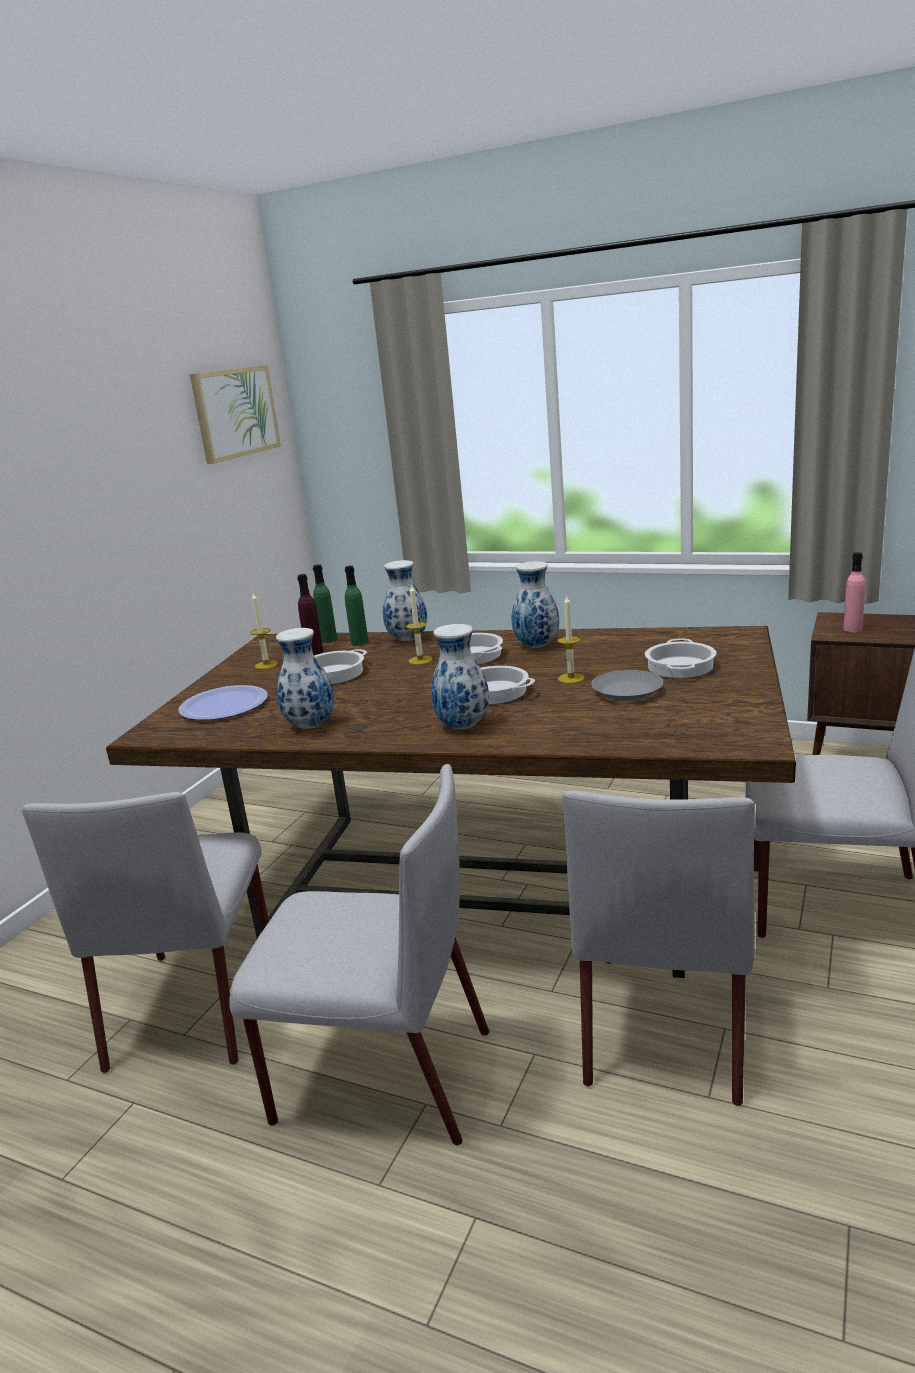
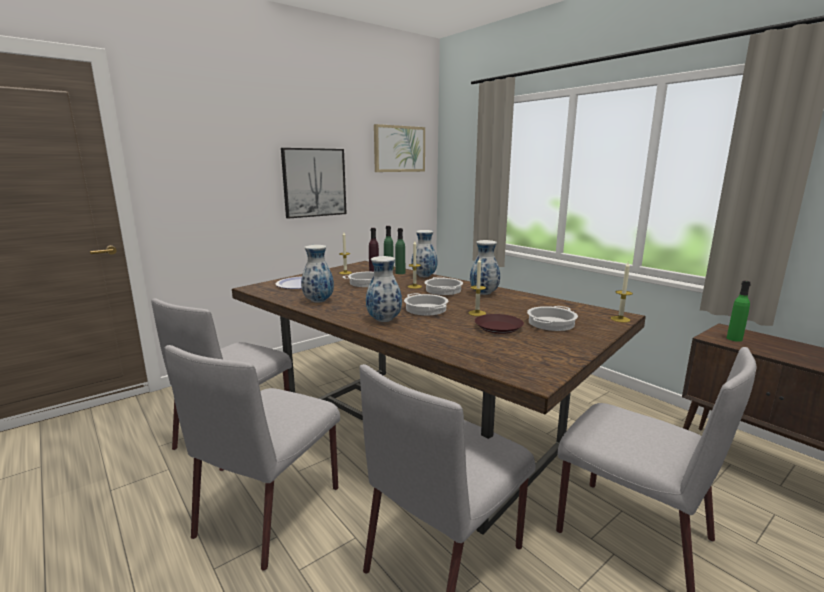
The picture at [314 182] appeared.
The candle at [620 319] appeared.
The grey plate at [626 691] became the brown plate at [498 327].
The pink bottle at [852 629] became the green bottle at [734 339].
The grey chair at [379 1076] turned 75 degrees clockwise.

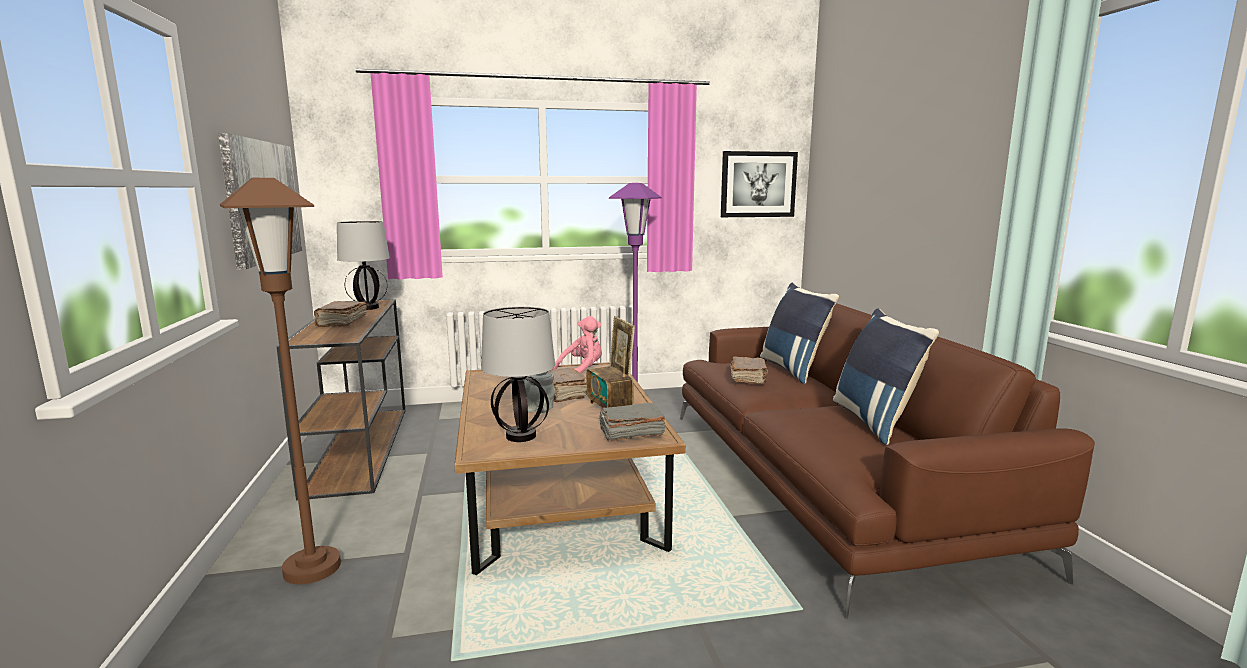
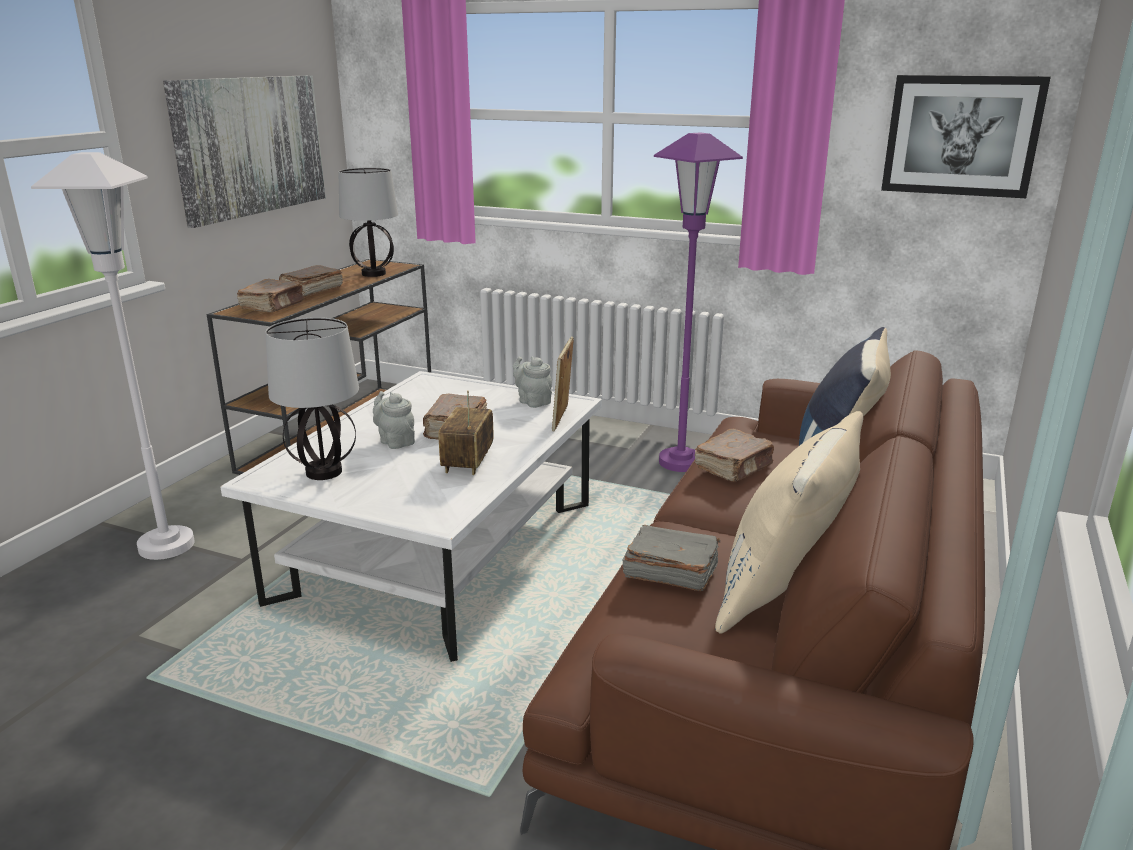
The brown book at [273 306] appeared.
The grey book moved from [630 433] to [669 572].
The pink plush toy at [582 370] was replaced by the grey teapot at [532 401].
The brown floor lamp at [312 568] became the white floor lamp at [166 545].
The brown coffee table at [559 496] became the white coffee table at [439 551].
The blue pillow at [876 421] became the beige pillow at [783 593].

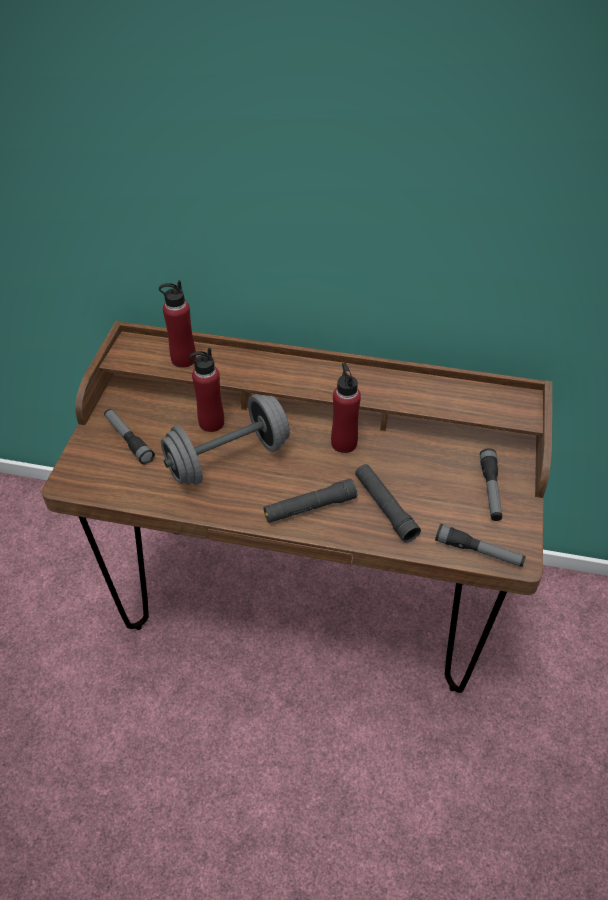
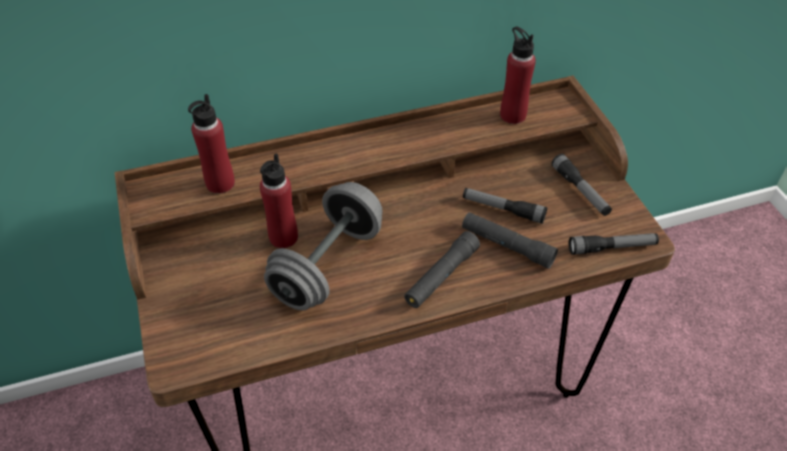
The flashlight moved from [128 440] to [503 209].
The red bottle moved from [344 443] to [512 115].

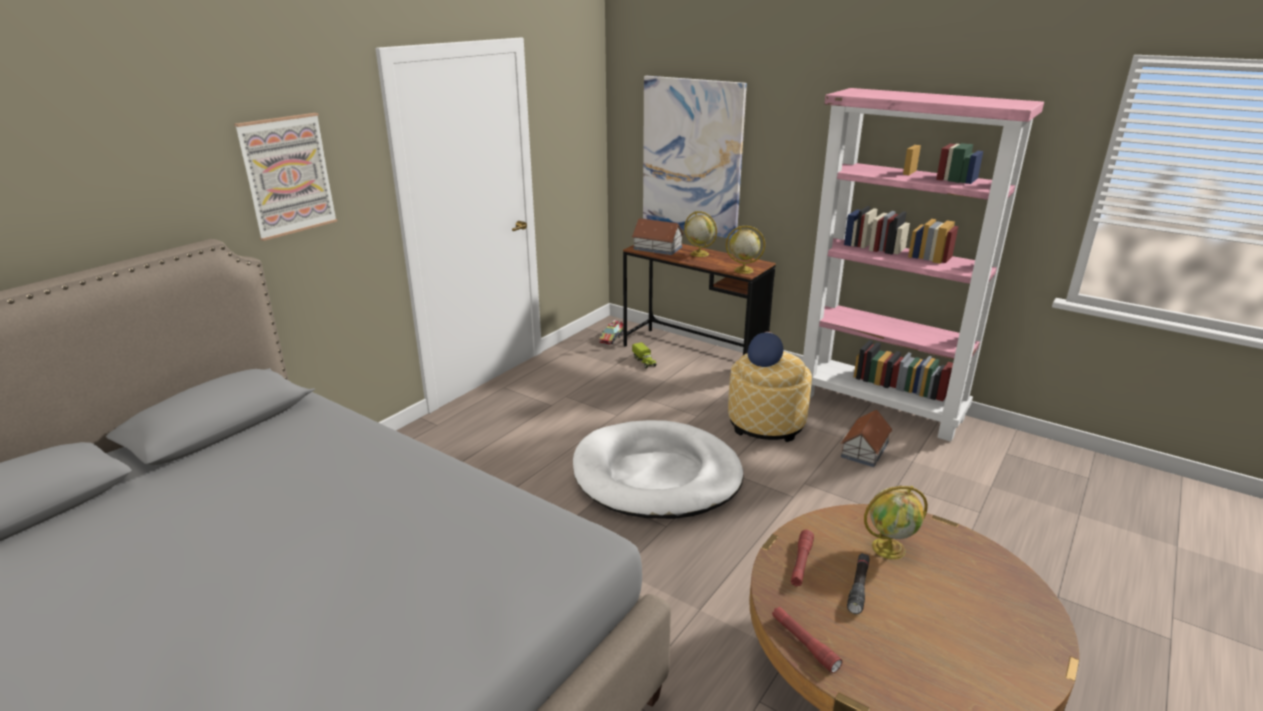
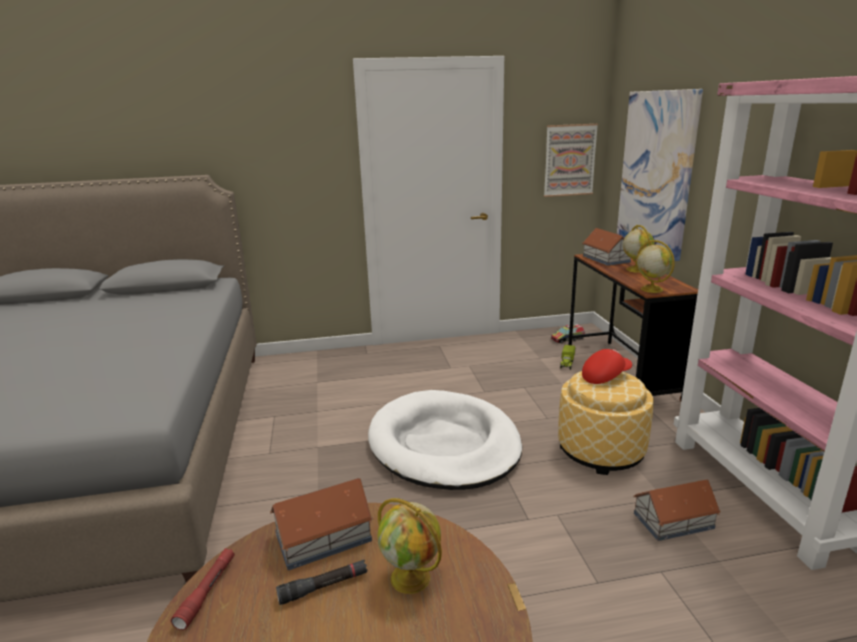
The picture moved from [287 175] to [569 160].
The red flashlight at [801 563] was replaced by the toy house at [322 537].
The blue cap at [764 357] became the red cap at [605 376].

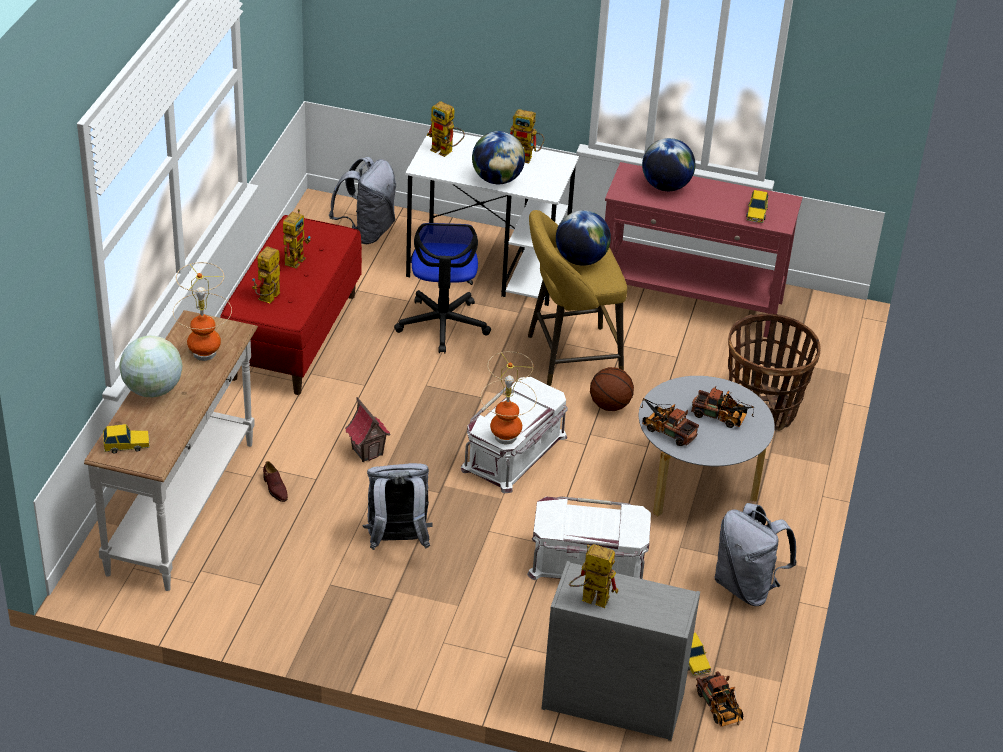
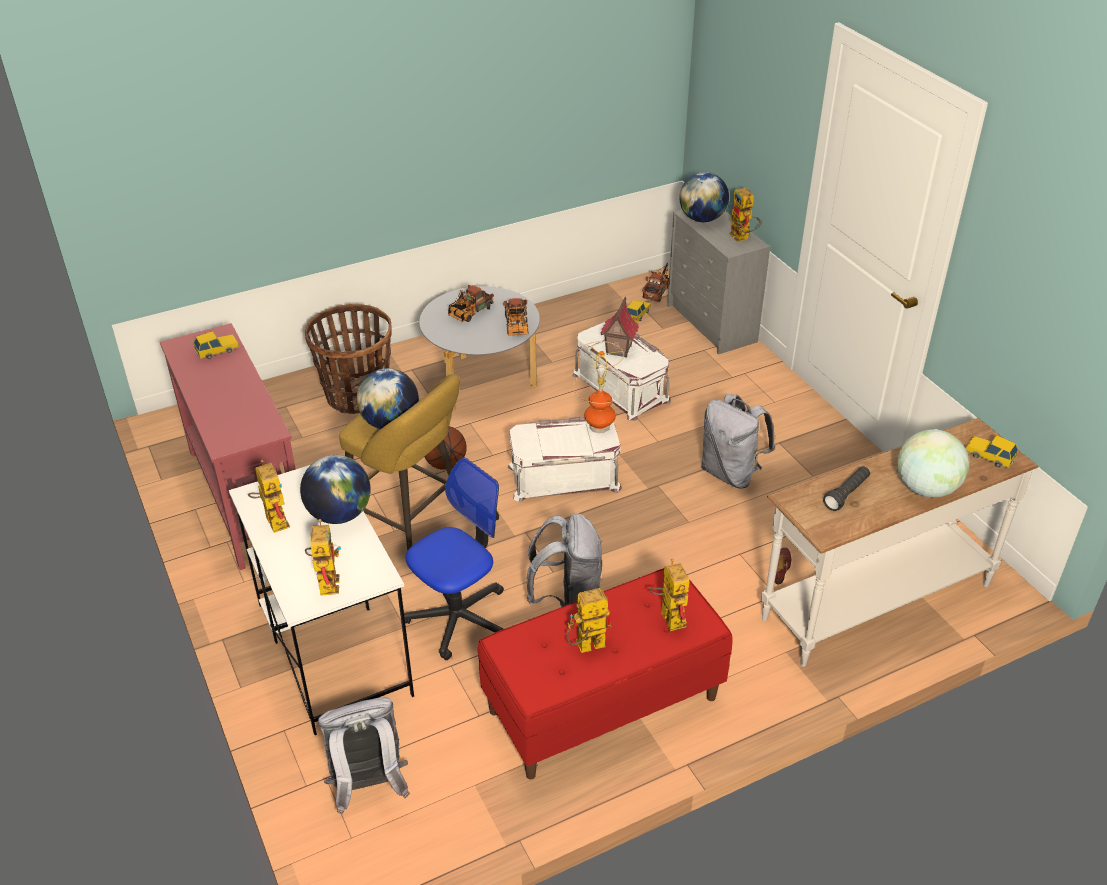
The toy house moved from [368 451] to [618 350].
The globe moved from [666 186] to [702 219].
The grey backpack moved from [747 587] to [567 600].
The table lamp at [204 353] was replaced by the black flashlight at [846 494].
The toy robot at [268 300] turned 90 degrees counterclockwise.
The toy truck at [722 417] turned 120 degrees counterclockwise.

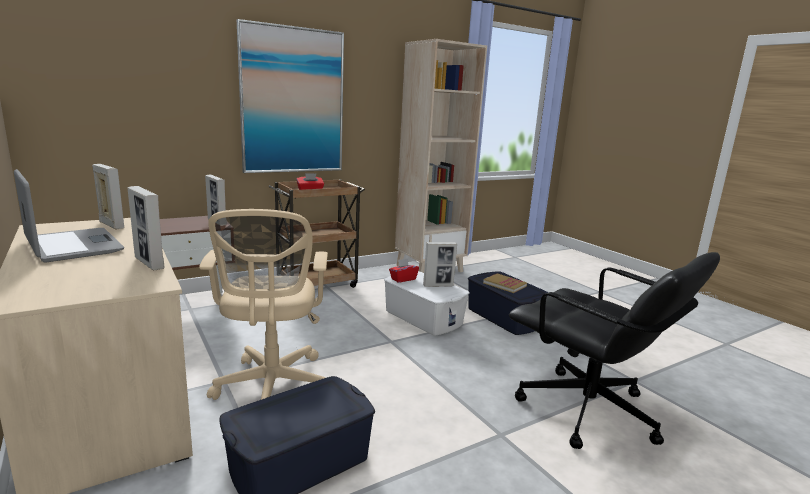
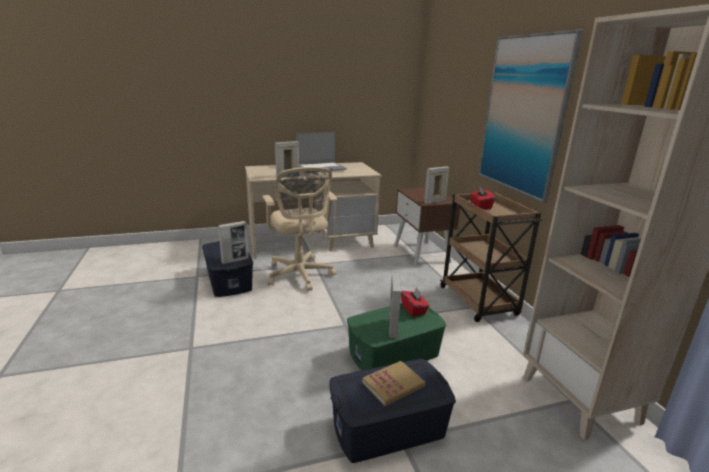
The black office chair at [588 412] disappeared.
The picture frame moved from [111 225] to [235 260].
The white storage box at [423 317] became the green storage box at [394 354].
The beige office chair at [271 388] turned 120 degrees counterclockwise.

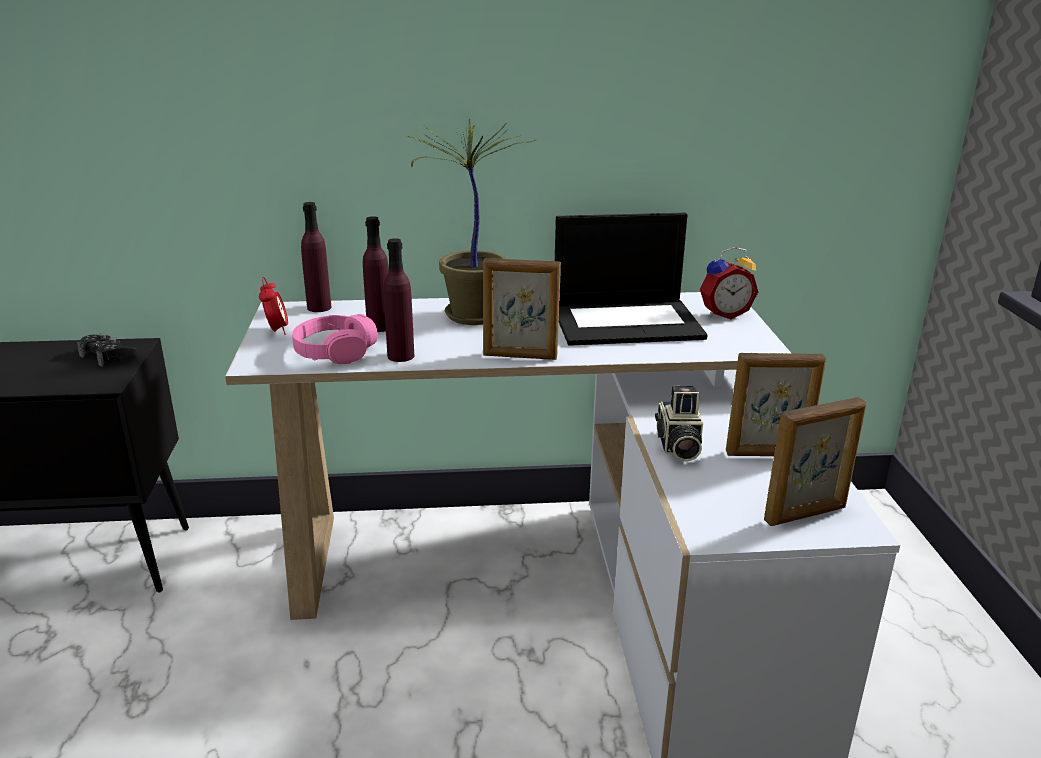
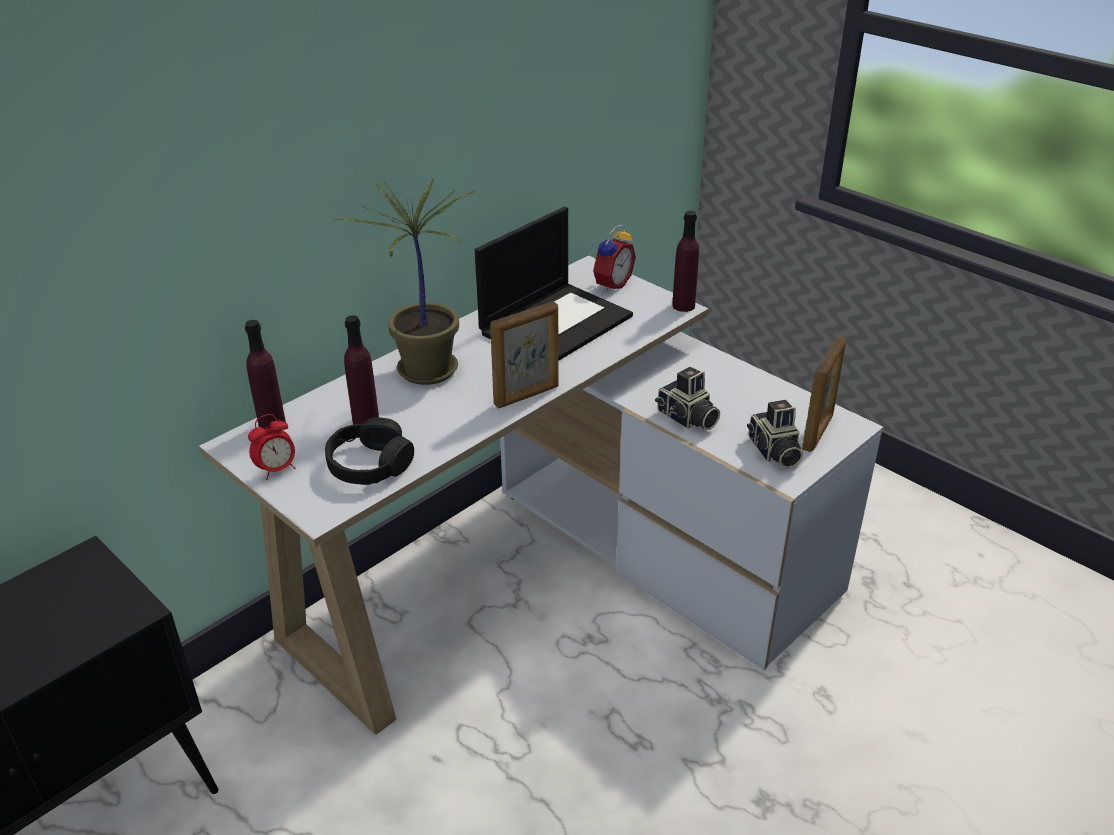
The black game controller at [108 356] disappeared.
The picture frame at [767 454] disappeared.
The photo camera at [773 452] appeared.
The purple bottle moved from [400 356] to [683 306].
The pink headphones at [335 351] became the black headphones at [370 464].
The alarm clock at [276 331] turned 105 degrees clockwise.

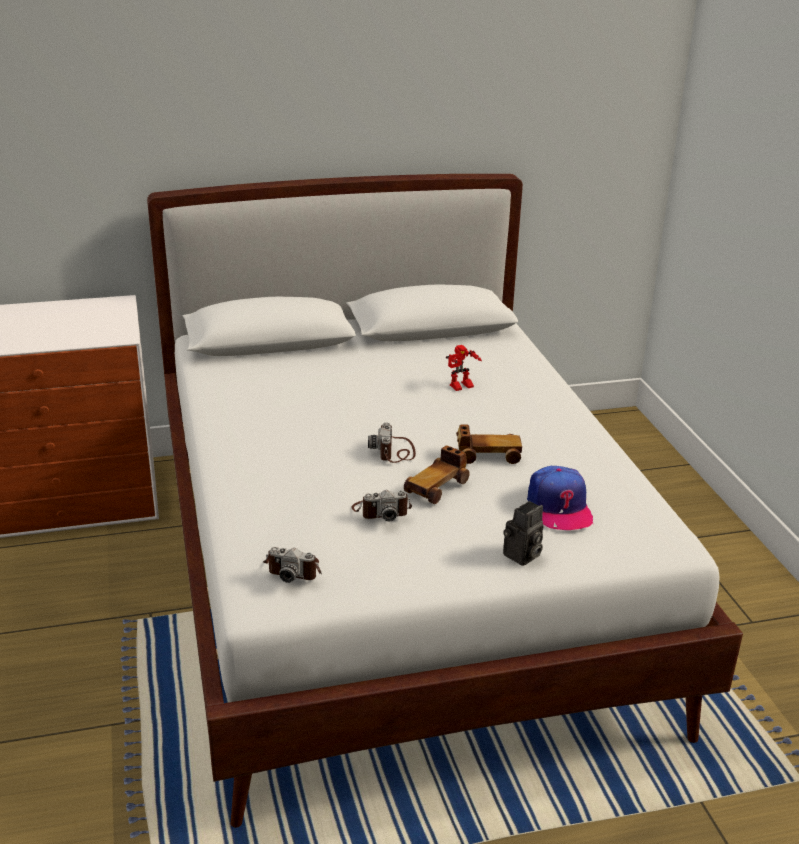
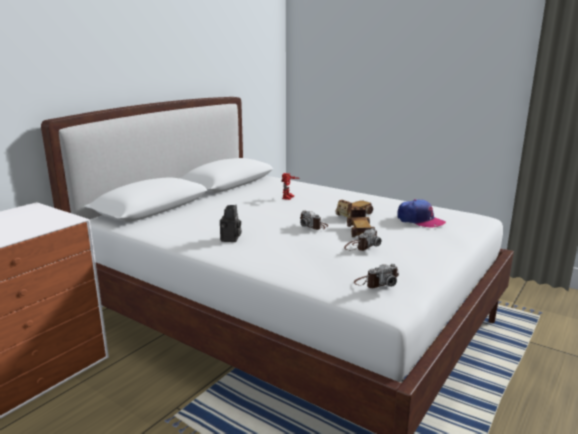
The photo camera moved from [522 556] to [231 239].

